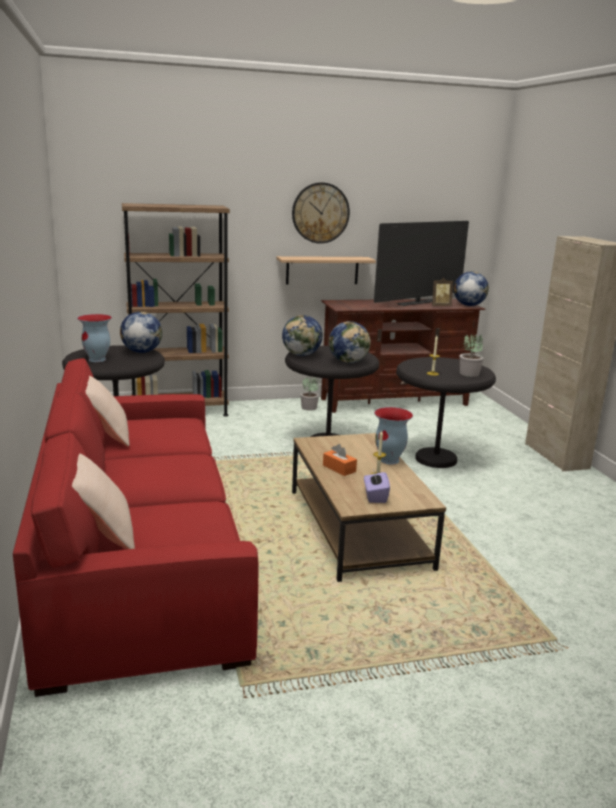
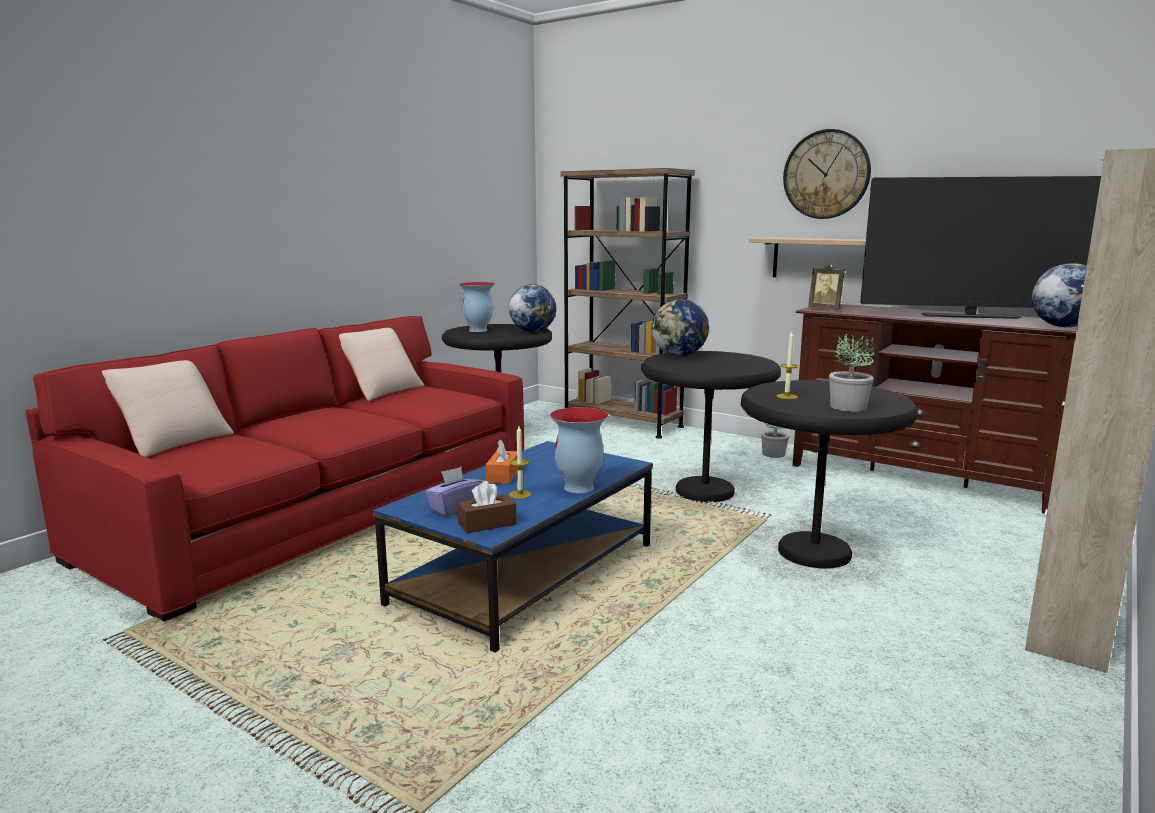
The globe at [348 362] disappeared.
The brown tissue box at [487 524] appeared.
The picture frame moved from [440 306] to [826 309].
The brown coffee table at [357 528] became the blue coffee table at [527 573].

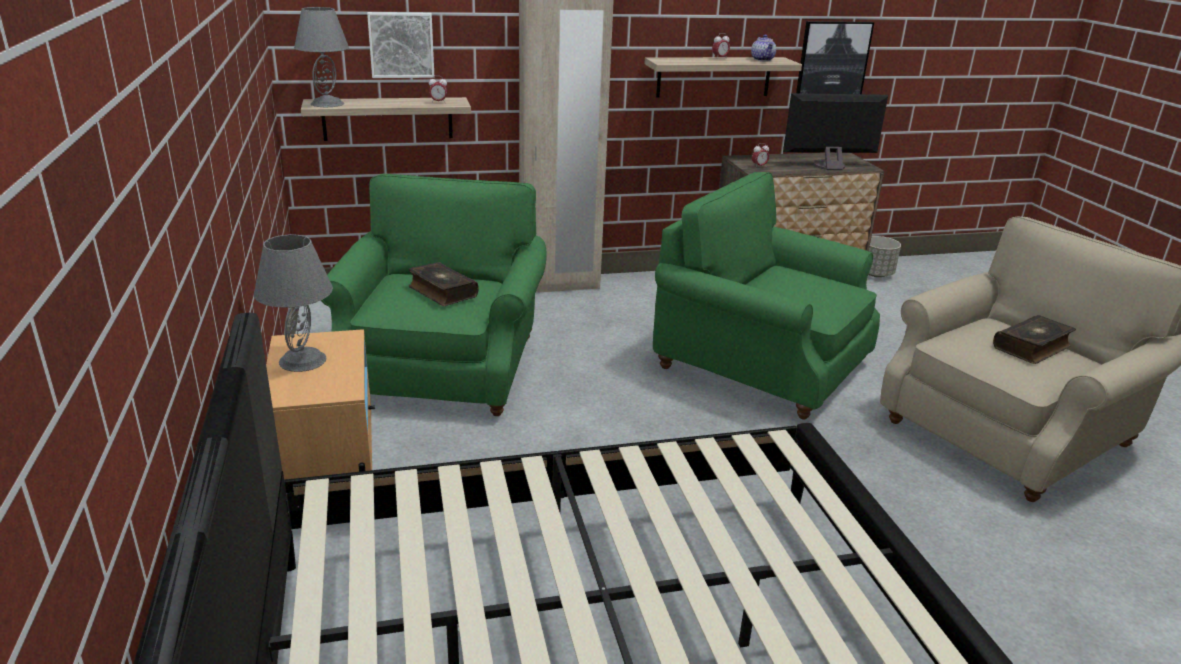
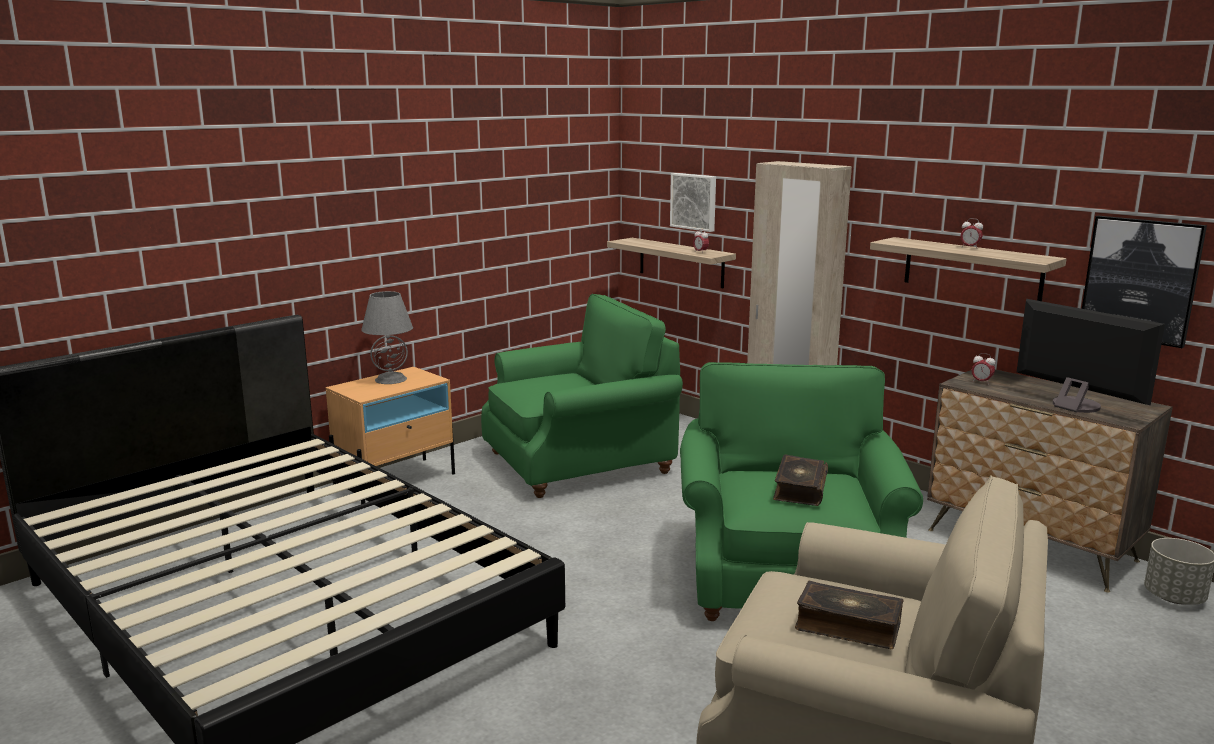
The grey table lamp at [327 103] disappeared.
The teapot at [763 60] disappeared.
The book moved from [442 292] to [799 489].

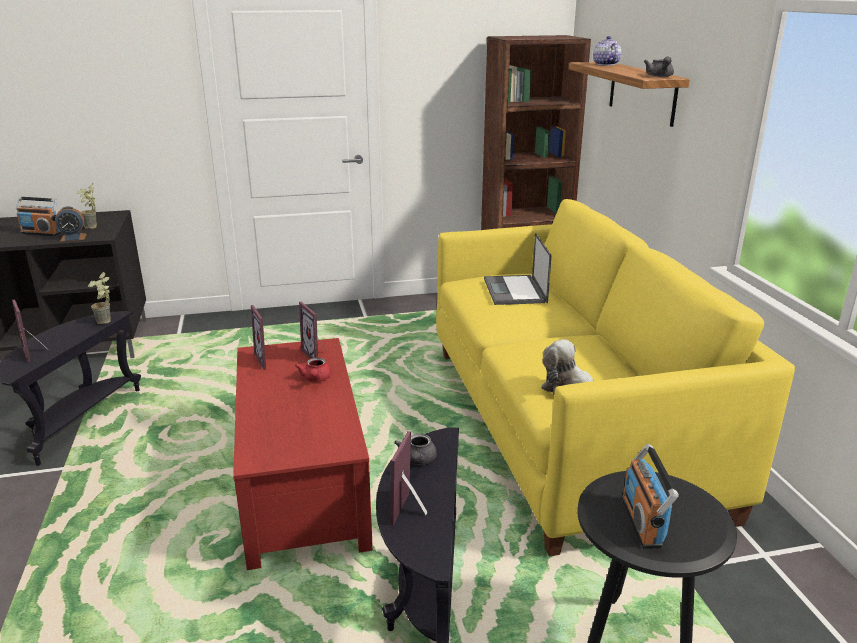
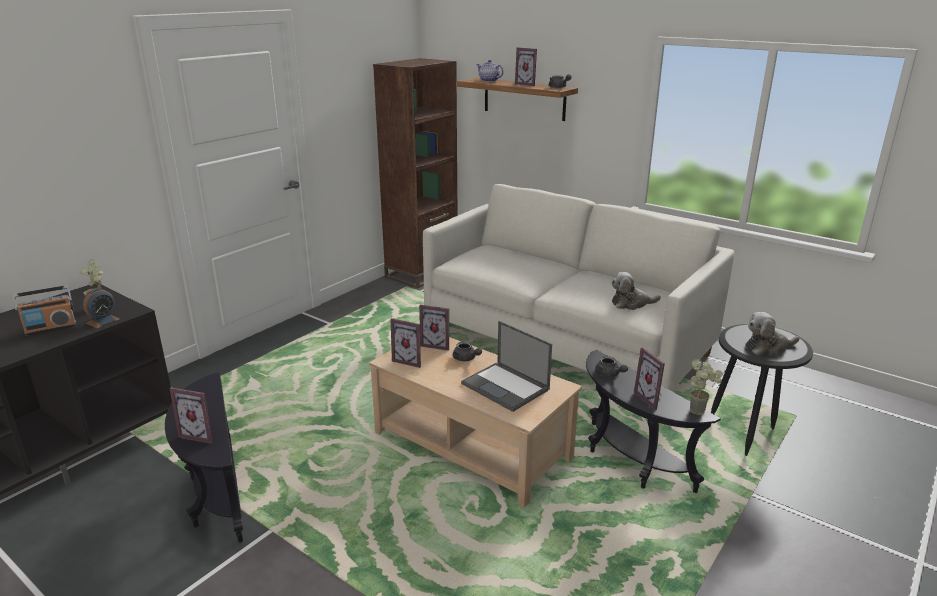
The picture frame at [528 84] appeared.
The potted plant moved from [107 322] to [700 410].
The laptop moved from [515 291] to [506 387].
The radio at [642 522] was replaced by the plush toy at [767 347].
The red coffee table at [304 483] became the beige coffee table at [473 445].
The red teapot at [315 379] became the grey teapot at [466 359].
The yellow sofa at [566 424] became the white sofa at [565 342].

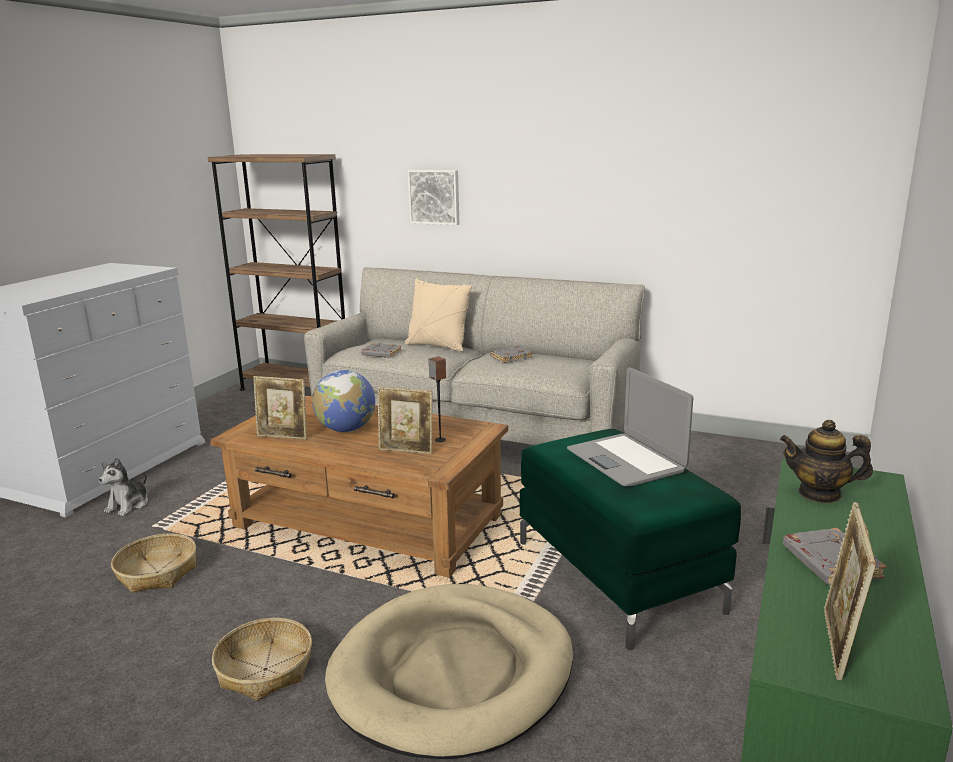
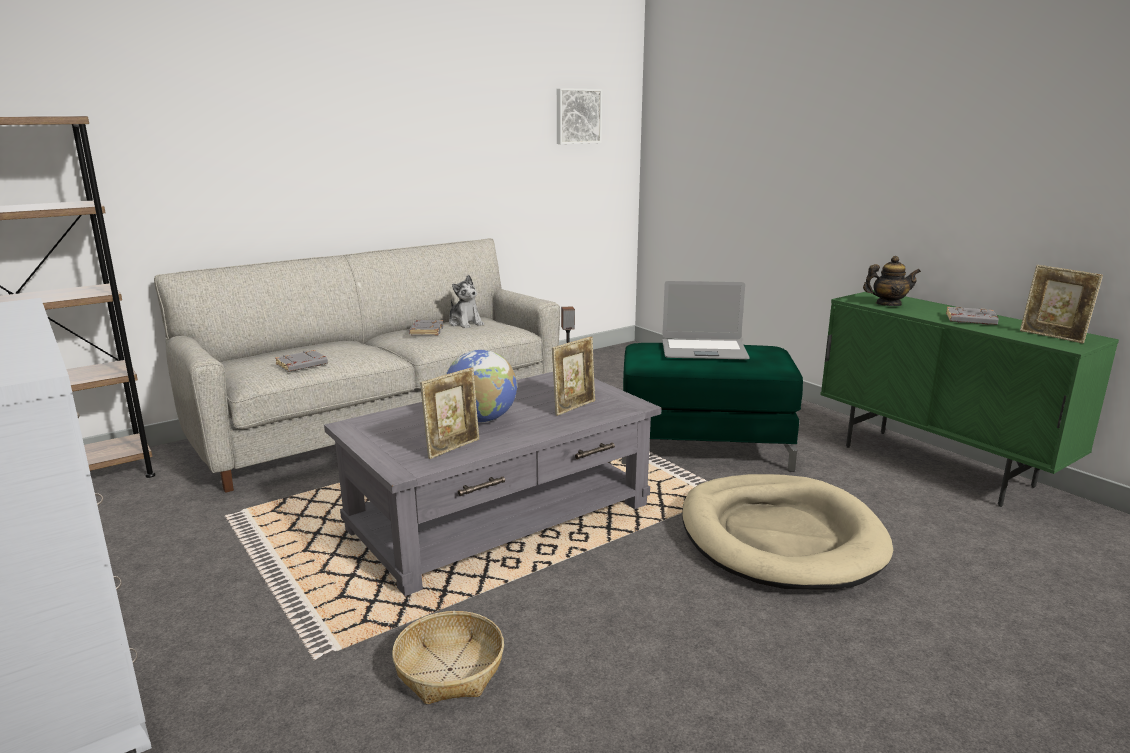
The basket at [265 669] disappeared.
The beige pillow at [437 346] disappeared.
The plush toy moved from [128 505] to [465 323].
The picture moved from [435 196] to [577 116].
The brown coffee table at [368 522] became the grey coffee table at [501 517].
The teapot at [820 494] turned 135 degrees counterclockwise.

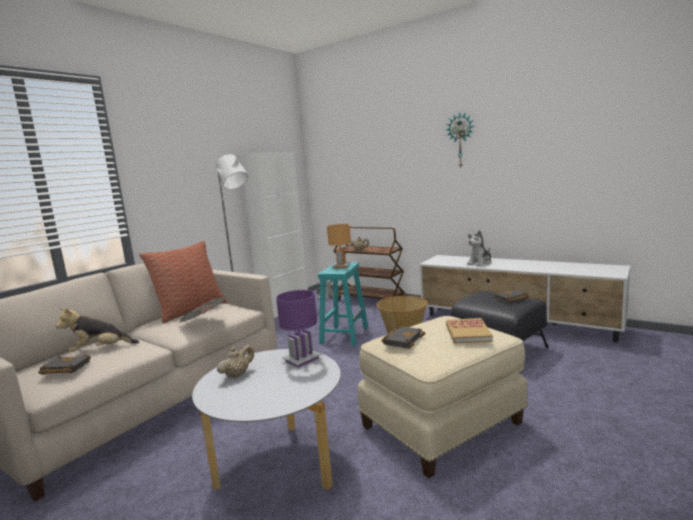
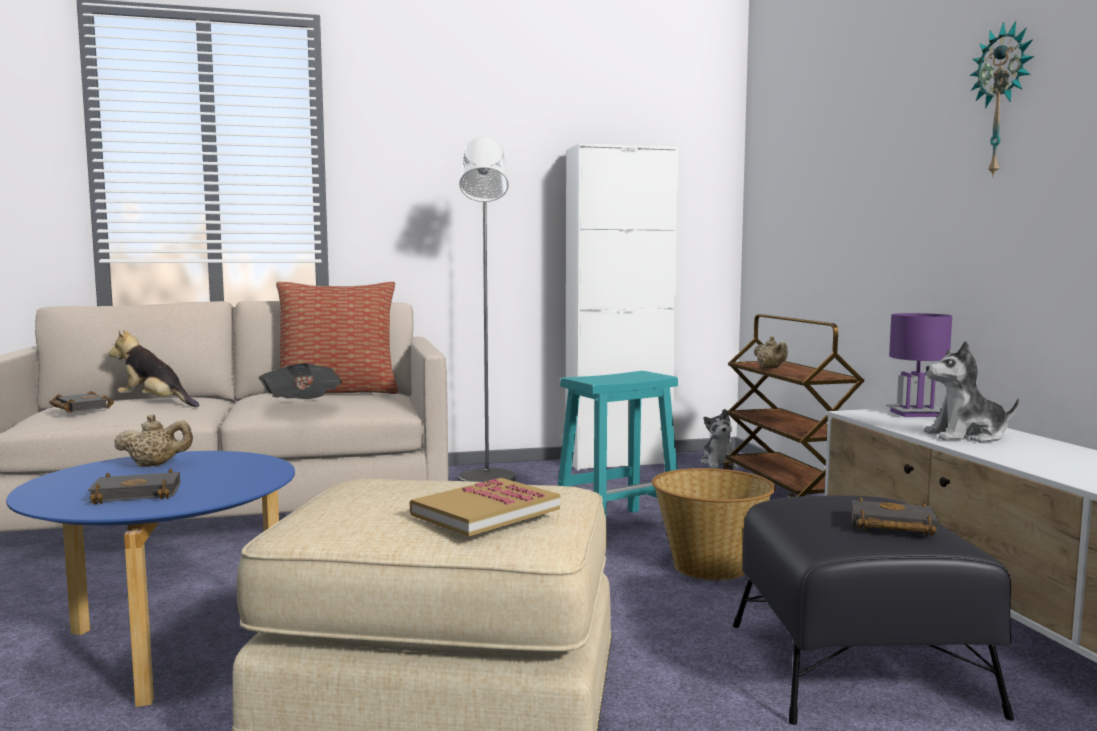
The brown table lamp at [341 266] disappeared.
The purple table lamp moved from [302 359] to [915 414].
The black book moved from [402 340] to [139 493].
The grey coffee table at [279 464] became the blue coffee table at [170 645].

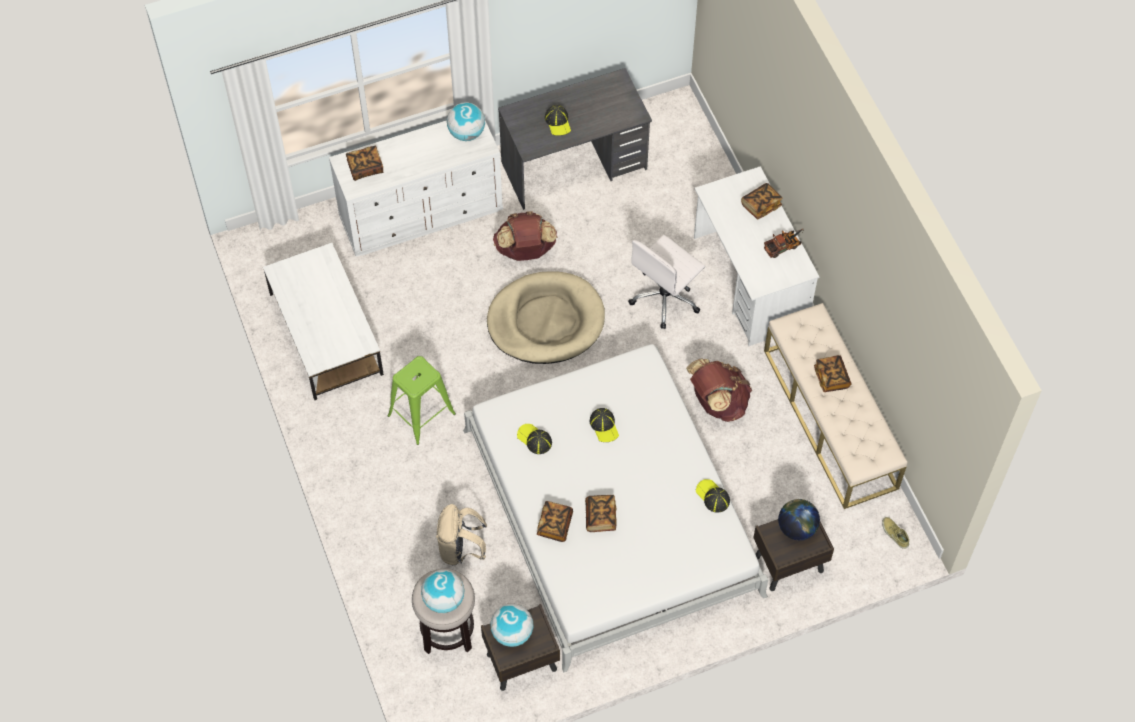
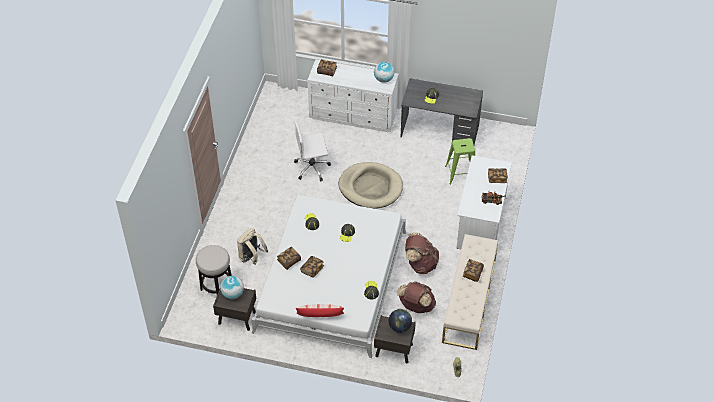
The white coffee table at [325 333] disappeared.
The globe at [444 600] disappeared.
The pillow at [320 316] appeared.
The green stool moved from [422 414] to [461 173].
The brown backpack moved from [525 251] to [416 306].
The white office chair moved from [665 298] to [312 168].

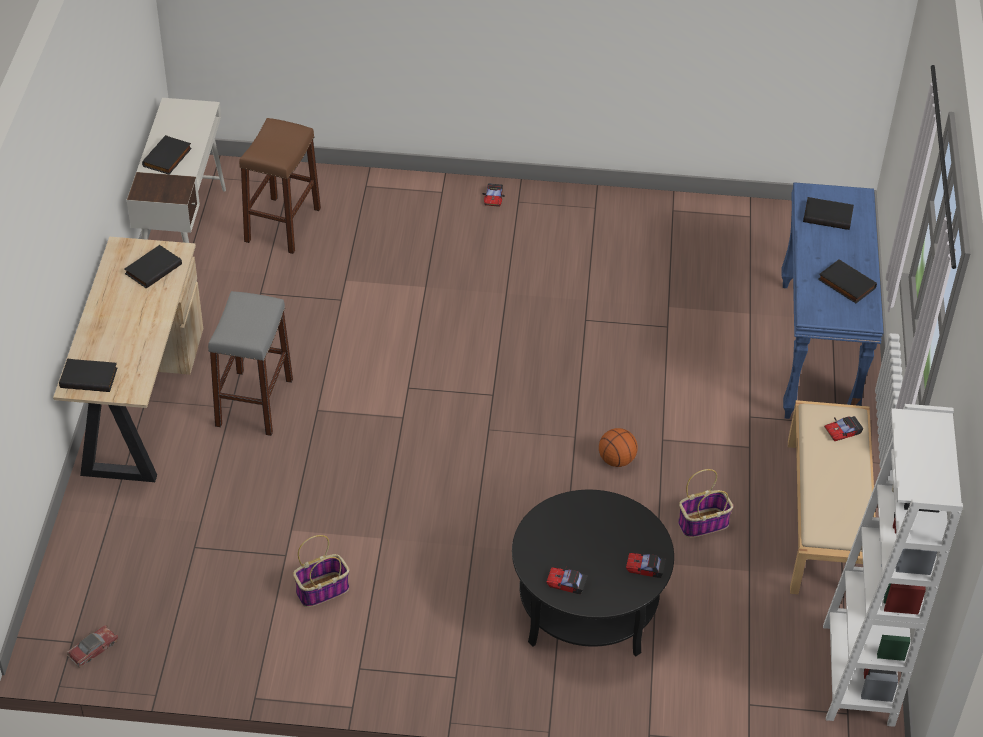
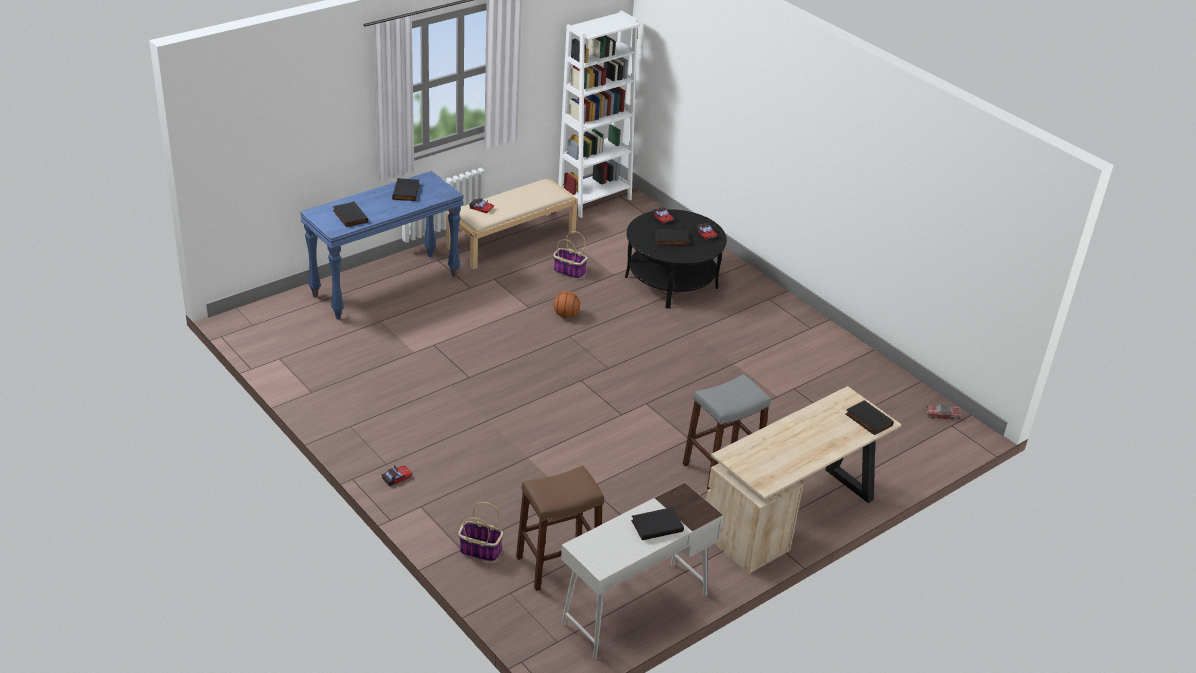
The black book moved from [153 268] to [671 240].
The basket moved from [322 590] to [479 550].

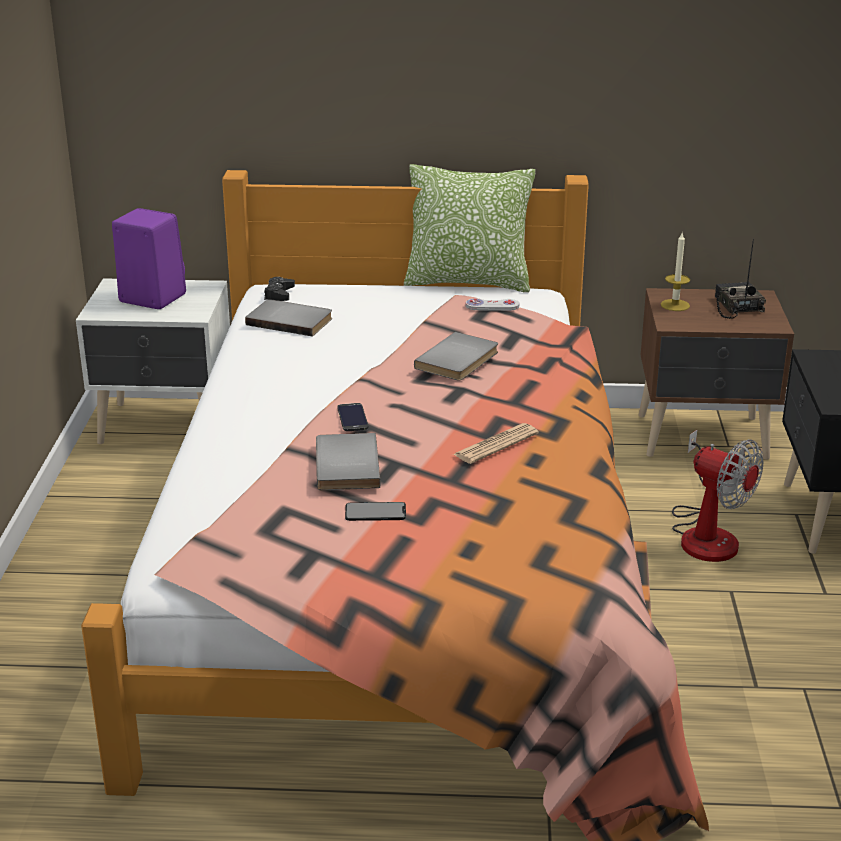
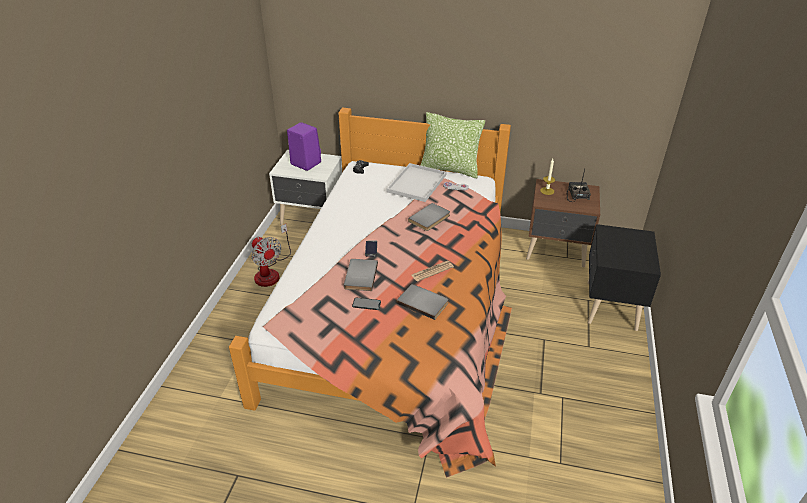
The white tray at [417 184] appeared.
The grey book moved from [291 320] to [423 302].
The fan moved from [706 533] to [270 272].

